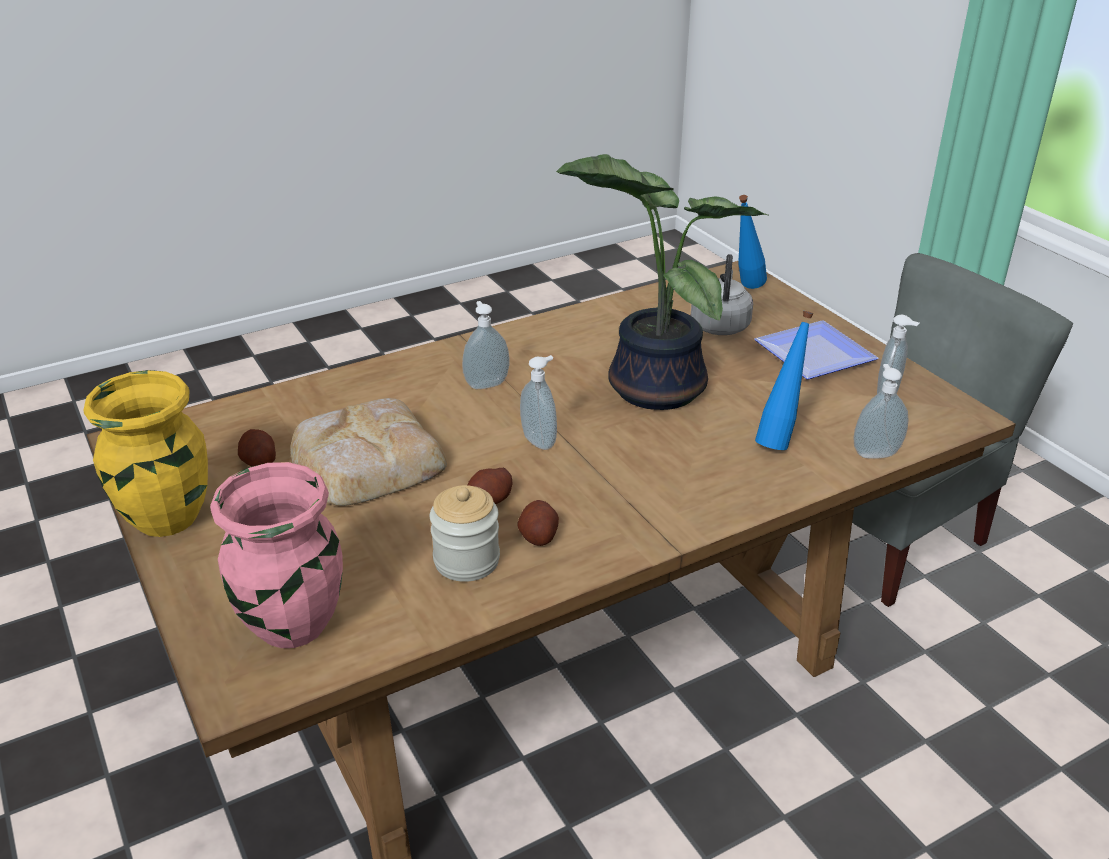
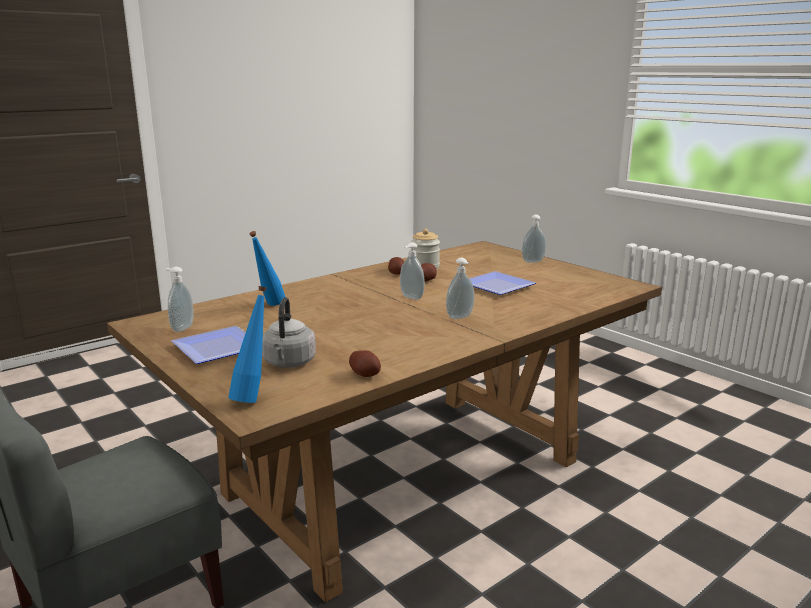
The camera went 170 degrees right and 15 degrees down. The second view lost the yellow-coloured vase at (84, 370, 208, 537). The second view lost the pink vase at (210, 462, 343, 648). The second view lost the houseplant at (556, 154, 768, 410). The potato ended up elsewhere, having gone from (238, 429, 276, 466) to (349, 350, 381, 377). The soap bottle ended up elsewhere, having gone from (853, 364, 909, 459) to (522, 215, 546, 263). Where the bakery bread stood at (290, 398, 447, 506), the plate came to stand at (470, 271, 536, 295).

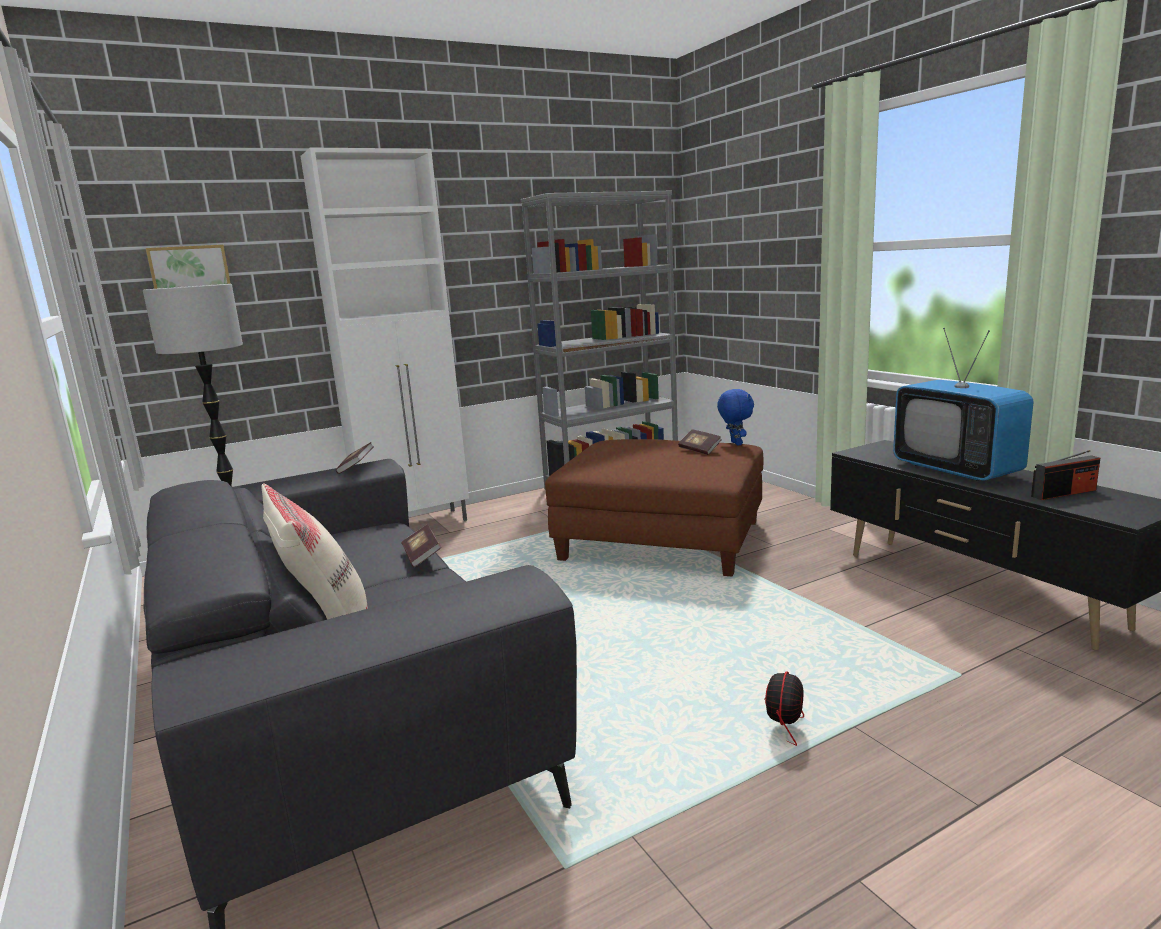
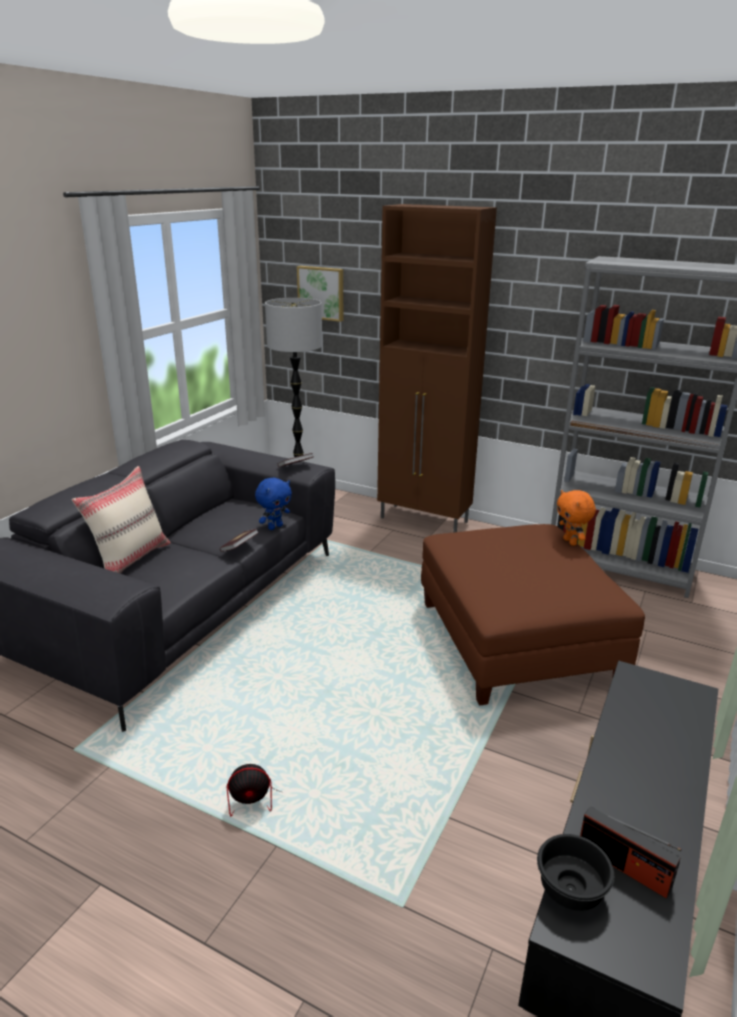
The camera went 55 degrees right and 10 degrees up. The second view lost the volume at (678, 429, 721, 455). The second view lost the television at (893, 328, 1034, 481). The second view gained the black-coloured serving bowl at (537, 834, 614, 911). The second view gained the orangey plush toy at (557, 490, 596, 546). The blue-coloured plush toy ended up elsewhere, having gone from (717, 389, 754, 445) to (255, 477, 292, 530). What was the white cabinet at (301, 148, 469, 521) turned into the brown cabinet at (377, 204, 497, 533).

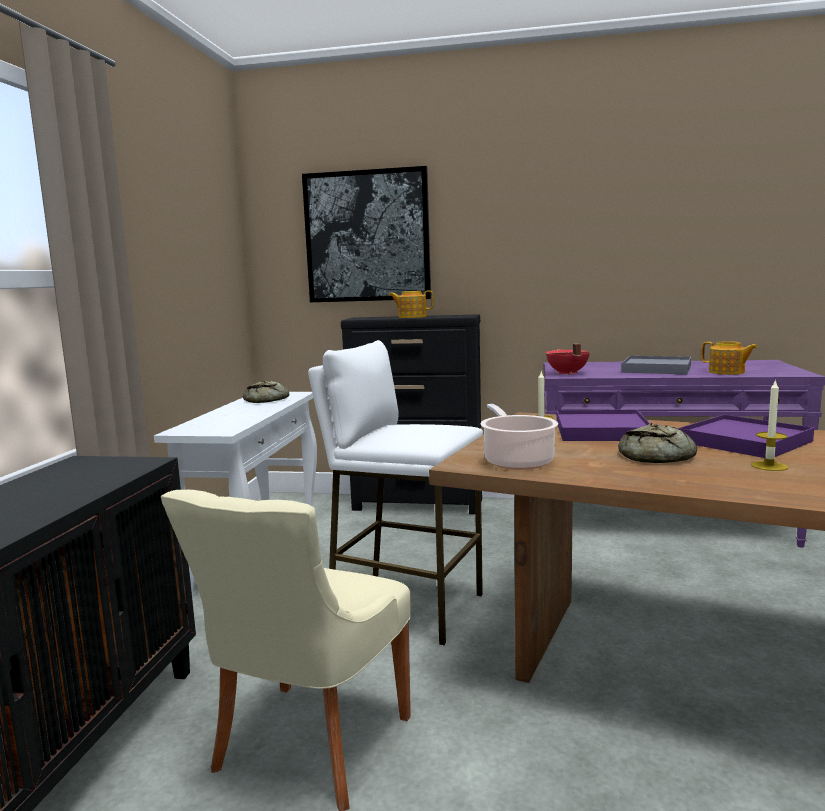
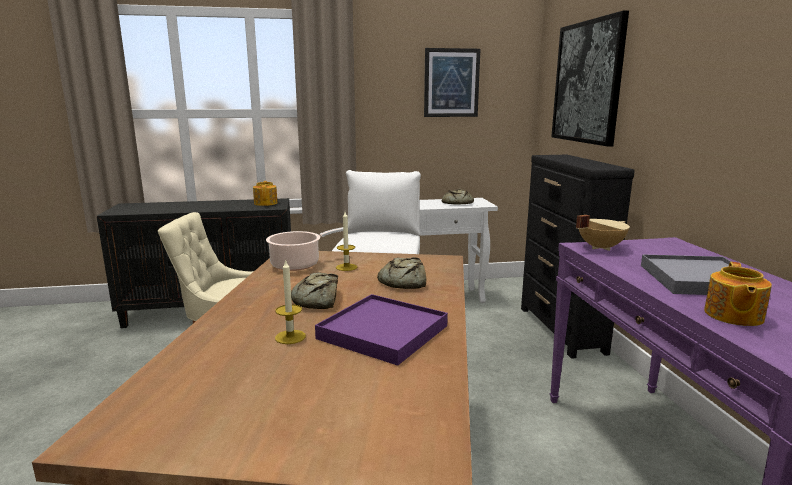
The camera went 70 degrees right and 5 degrees up. The second view gained the wall picture at (424, 48, 480, 117). The tea pot ended up elsewhere, having gone from (389, 291, 434, 318) to (253, 181, 278, 206). Where the purple serving tray stood at (557, 410, 650, 441), the bakery bread came to stand at (377, 257, 426, 289). What was the red-coloured saucepot at (546, 343, 590, 375) turned into the sand-coloured saucepot at (576, 215, 630, 251).

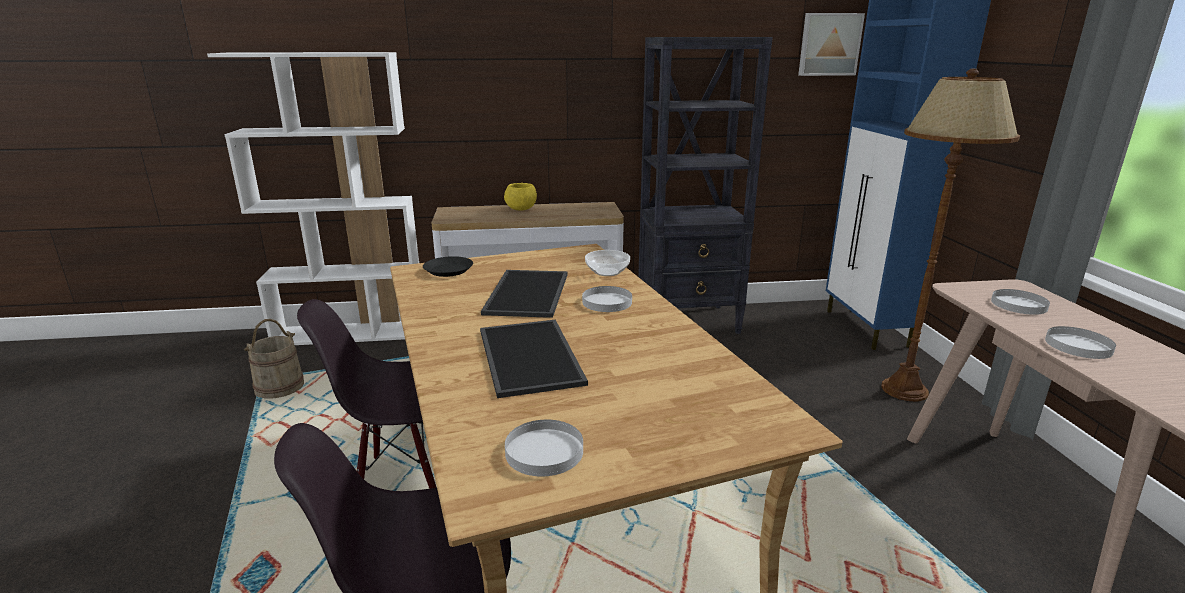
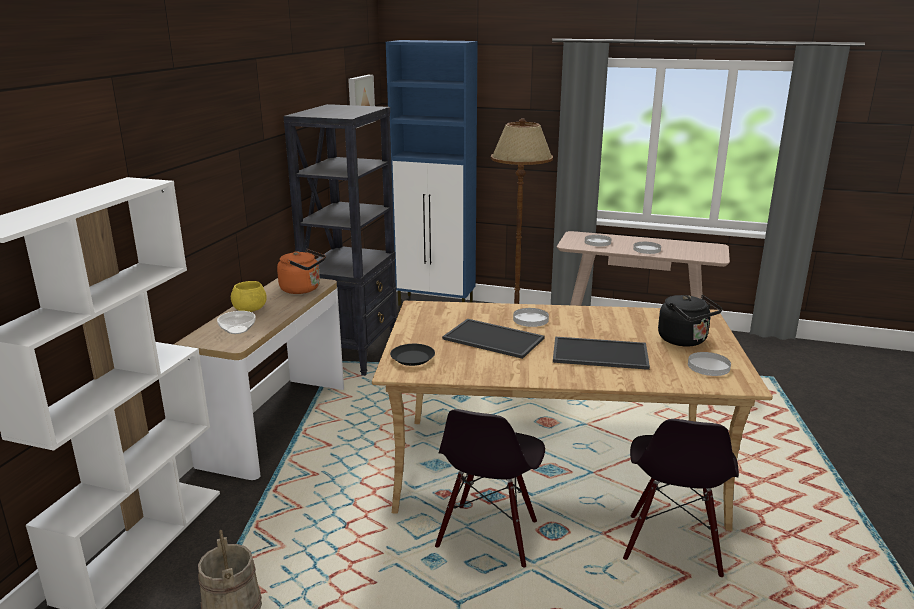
The camera went 65 degrees left and 0 degrees up. The second view gained the orangey kettle at (277, 249, 326, 294). The second view gained the black-coloured kettle at (658, 295, 722, 347). The serving bowl ended up elsewhere, having gone from (585, 250, 630, 276) to (217, 311, 256, 334).

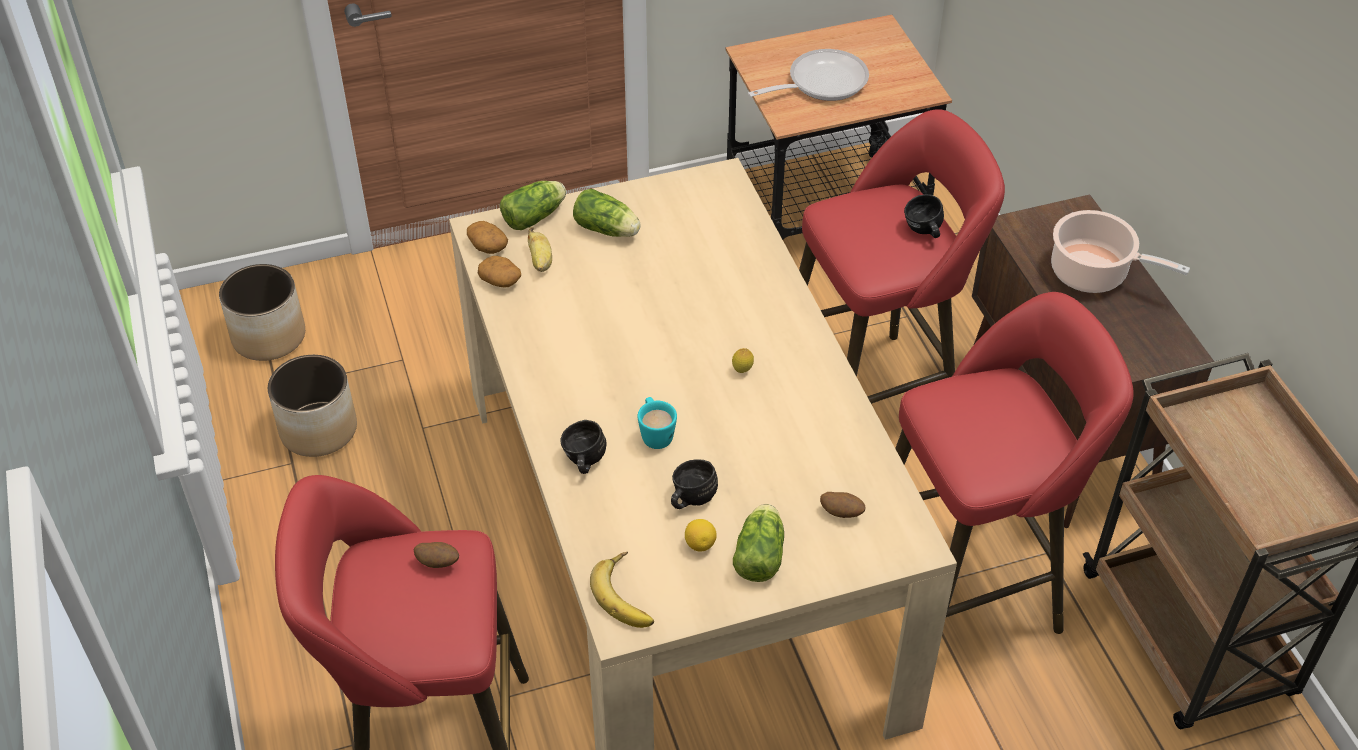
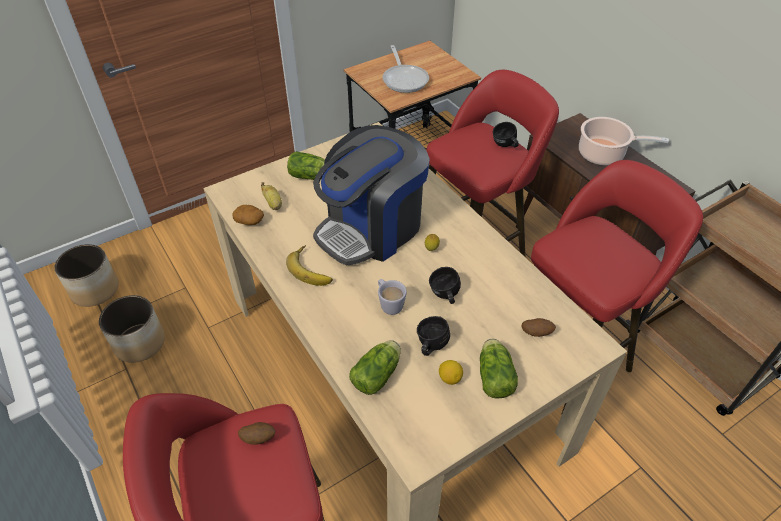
The camera went 15 degrees left and 0 degrees up. The second view lost the potato at (467, 221, 508, 254). The second view gained the coffee brewer at (313, 125, 430, 266). The lettuce head ended up elsewhere, having gone from (500, 181, 566, 230) to (349, 340, 401, 395). The black-coloured tea mug ended up elsewhere, having gone from (560, 420, 607, 474) to (429, 267, 461, 304). The whole banana ended up elsewhere, having gone from (590, 552, 654, 628) to (286, 245, 333, 286). What was the turquoise tea mug at (637, 397, 677, 449) turned into the white tea mug at (378, 279, 407, 315). The skillet at (748, 49, 869, 101) ended up facing another way, 120 degrees clockwise from before.

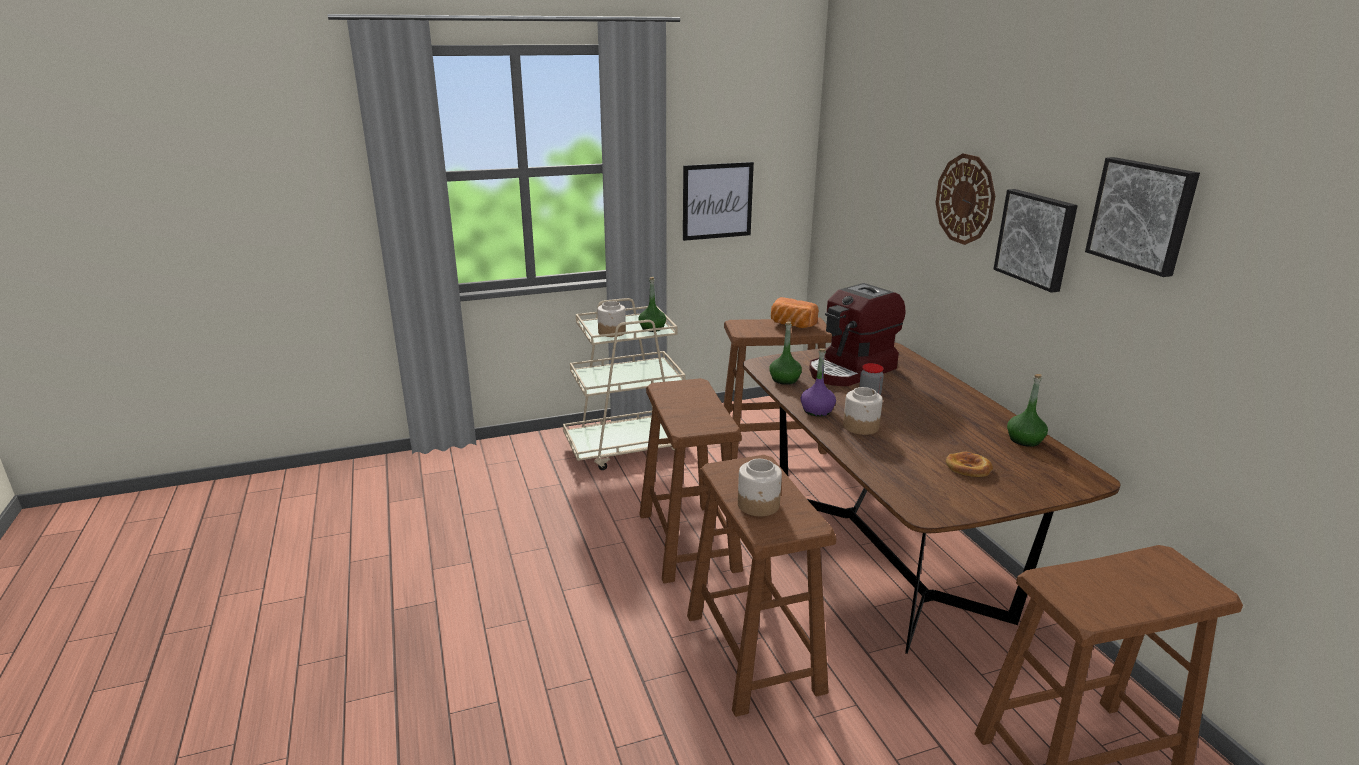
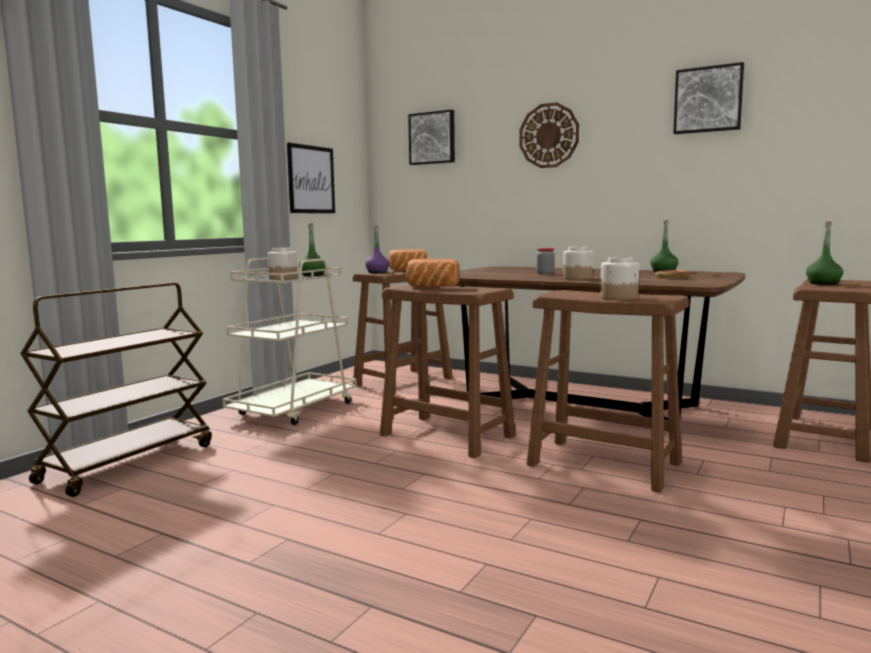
The camera went 40 degrees left and 15 degrees down. The second view lost the coffee brewer at (809, 283, 906, 386). The second view gained the brown trolley at (20, 283, 212, 497). The second view gained the bakery bread at (406, 259, 460, 287). The green bottle ended up elsewhere, having gone from (769, 322, 802, 385) to (806, 221, 843, 285). The purple bottle ended up elsewhere, having gone from (801, 349, 836, 417) to (365, 226, 389, 273). The wall picture ended up elsewhere, having gone from (994, 189, 1078, 293) to (408, 110, 455, 165).

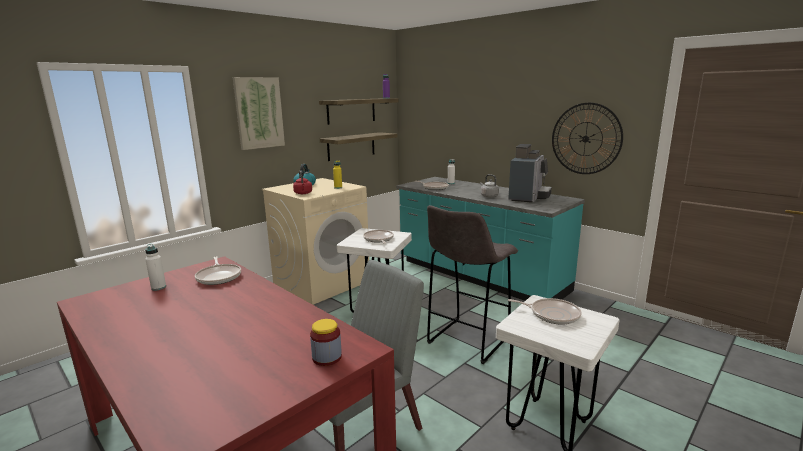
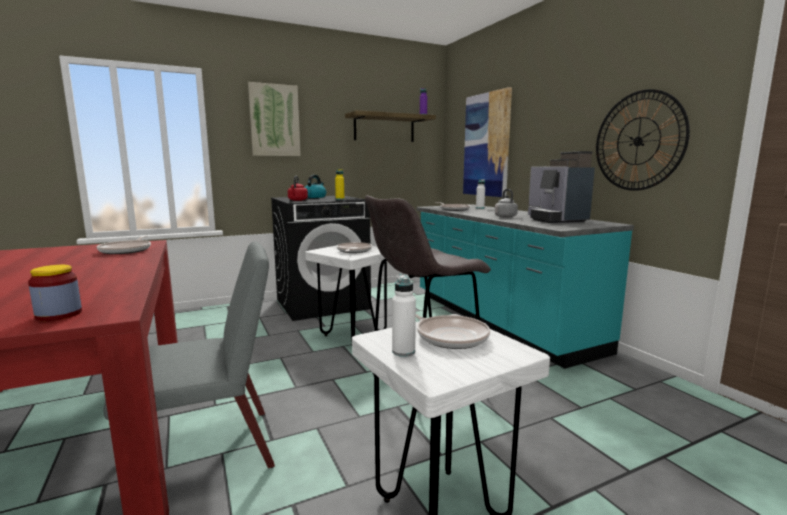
The camera went 20 degrees right and 5 degrees down. The second view lost the bracket shelf at (320, 132, 398, 161). The second view gained the wall picture at (463, 87, 512, 197). The white bottle ended up elsewhere, having gone from (145, 244, 166, 291) to (392, 274, 416, 357). What was the sand-coloured laundry machine at (262, 178, 369, 305) turned into the black-coloured laundry machine at (271, 196, 371, 321). The coffee brewer at (508, 144, 552, 203) ended up facing another way, 120 degrees clockwise from before.

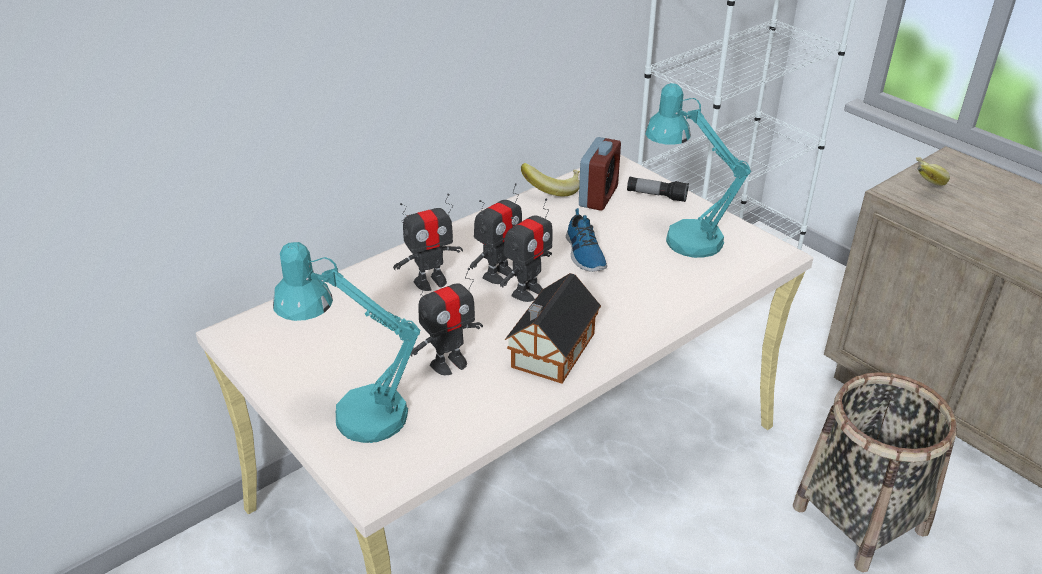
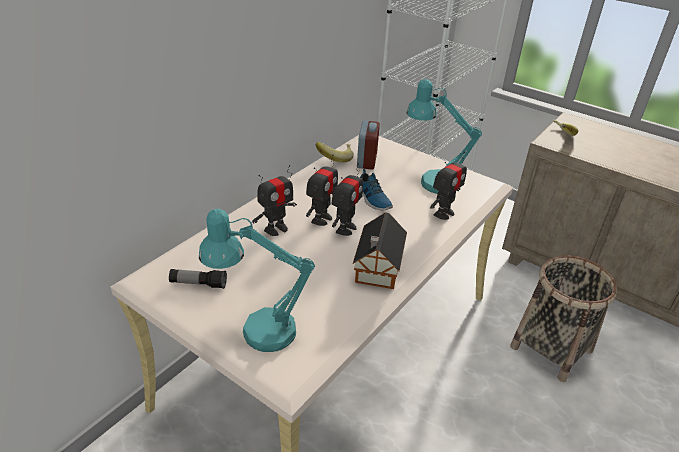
The camera went 15 degrees left and 0 degrees up. The robot figure ended up elsewhere, having gone from (410, 268, 483, 375) to (430, 151, 467, 220). The flashlight ended up elsewhere, having gone from (627, 177, 689, 202) to (169, 269, 227, 289).

